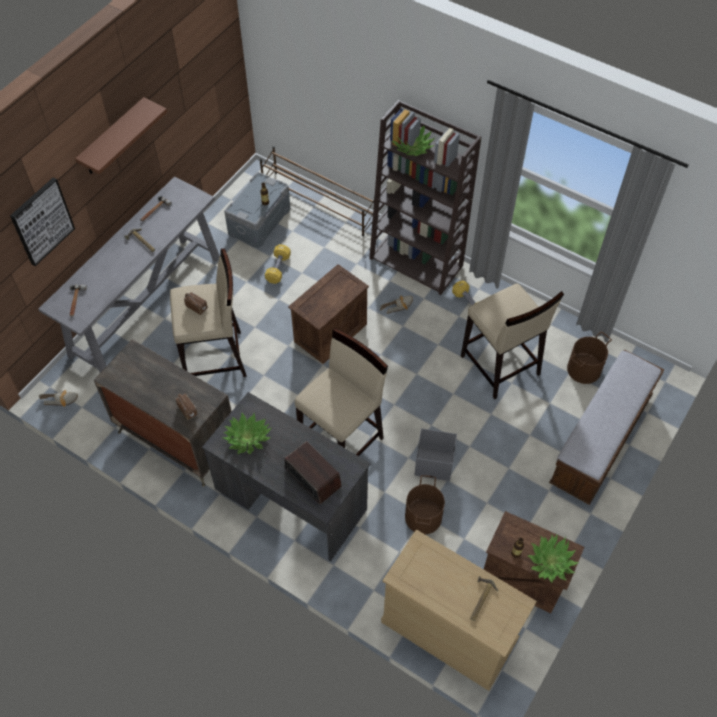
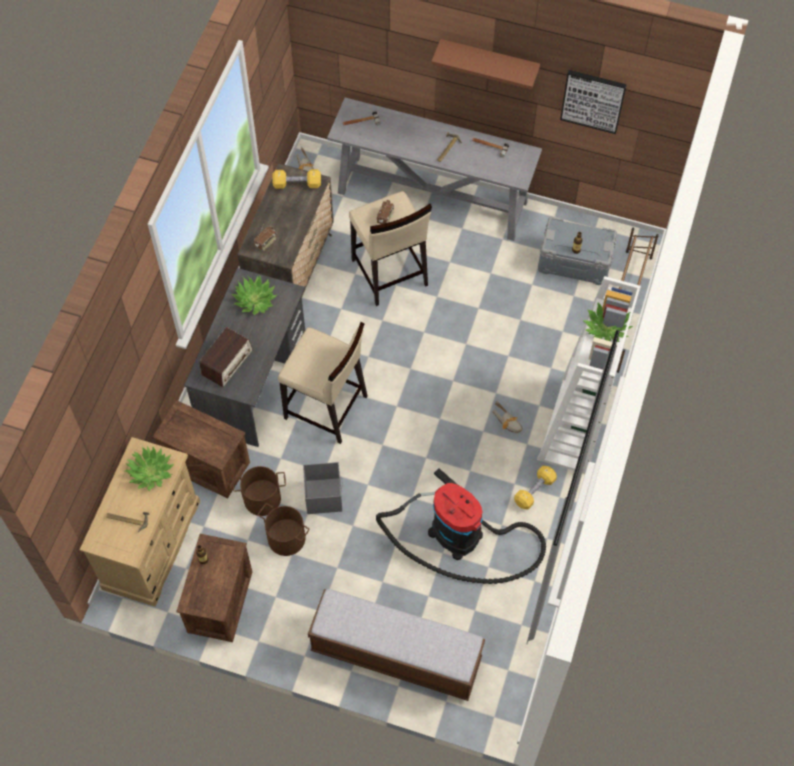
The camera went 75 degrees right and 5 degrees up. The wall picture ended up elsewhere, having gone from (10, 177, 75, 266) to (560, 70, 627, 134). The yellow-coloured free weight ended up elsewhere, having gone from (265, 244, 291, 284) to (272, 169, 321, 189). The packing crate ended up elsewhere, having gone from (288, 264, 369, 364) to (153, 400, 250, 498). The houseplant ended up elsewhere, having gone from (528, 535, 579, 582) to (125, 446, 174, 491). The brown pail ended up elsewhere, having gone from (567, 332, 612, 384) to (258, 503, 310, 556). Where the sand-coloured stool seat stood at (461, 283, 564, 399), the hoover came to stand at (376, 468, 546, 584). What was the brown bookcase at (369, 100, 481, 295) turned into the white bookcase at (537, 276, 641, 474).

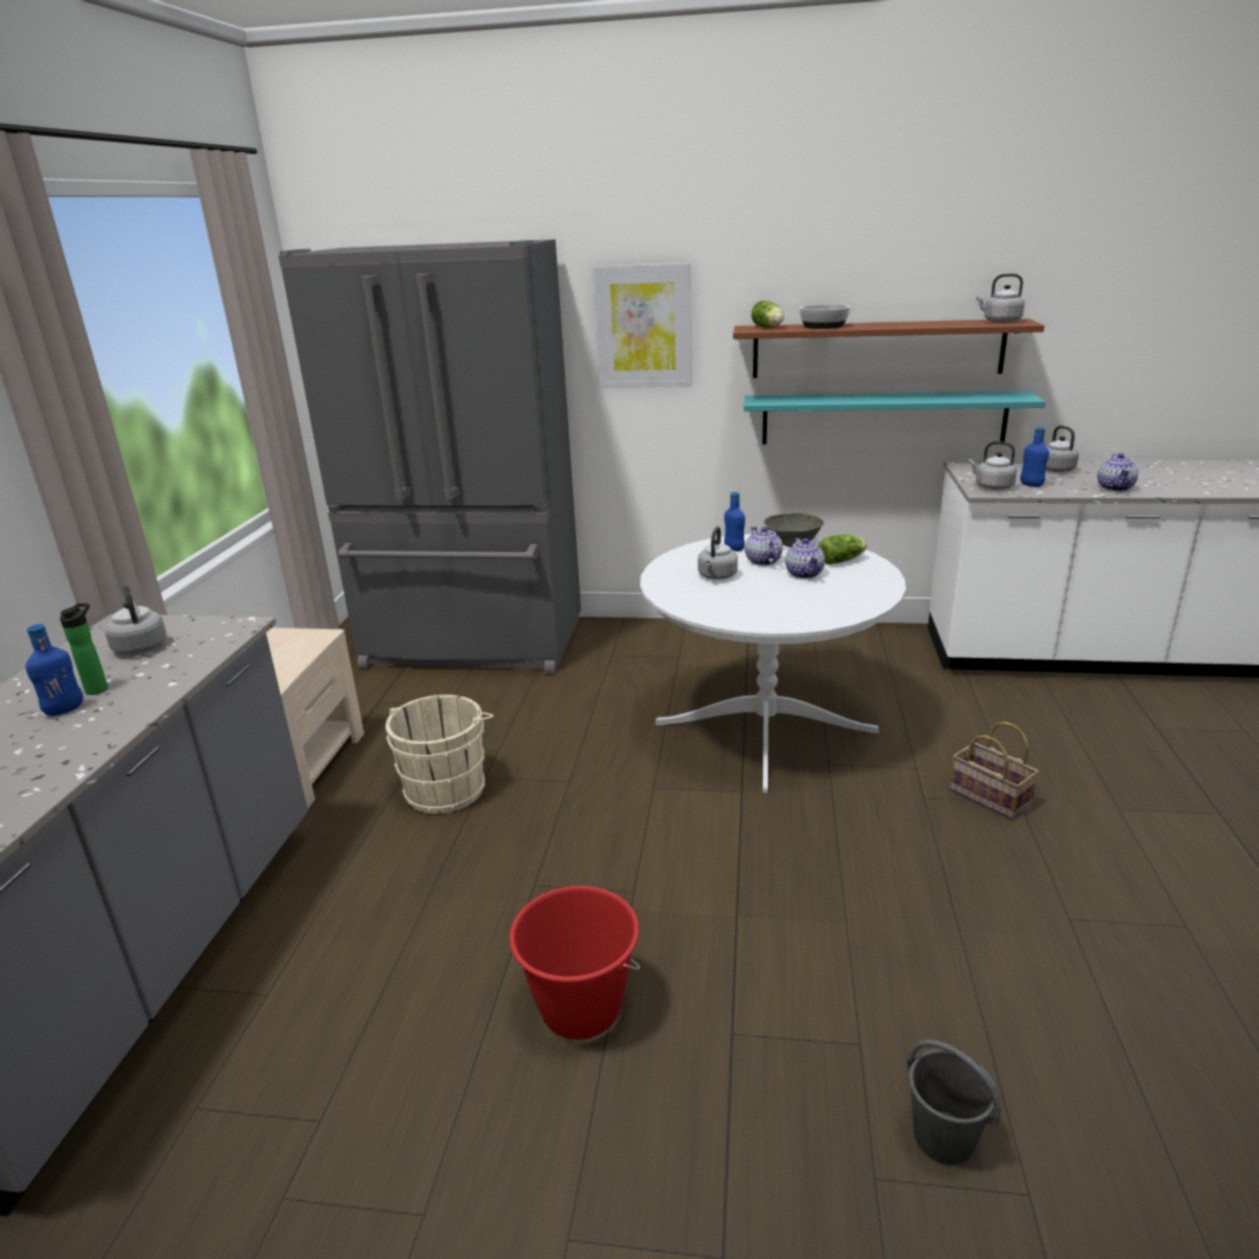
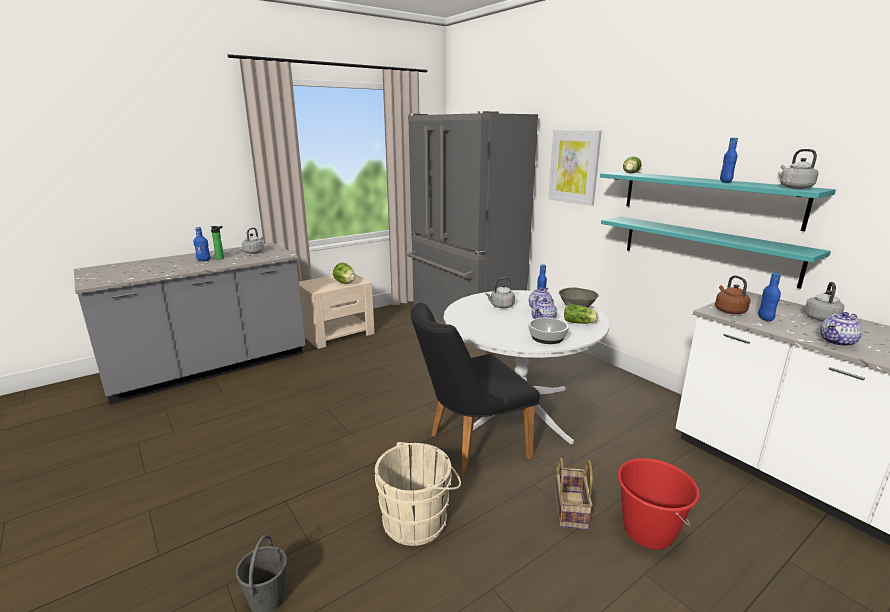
The camera went 45 degrees right and 5 degrees down. The second view gained the lettuce head at (333, 263, 355, 284). The second view gained the black-coloured upright chair at (410, 303, 540, 477). The second view gained the blue-coloured bottle at (720, 138, 738, 183). The sand-coloured pail ended up elsewhere, having gone from (385, 695, 494, 814) to (375, 442, 461, 546). The red-coloured pail ended up elsewhere, having gone from (509, 886, 640, 1040) to (617, 458, 700, 550). The serving bowl ended up elsewhere, having gone from (799, 304, 850, 329) to (528, 318, 569, 344). What was the brown bracket shelf at (733, 319, 1044, 378) turned into the turquoise bracket shelf at (600, 172, 836, 232). What was the greyish kettle at (969, 441, 1017, 490) turned into the brown kettle at (715, 275, 751, 314).

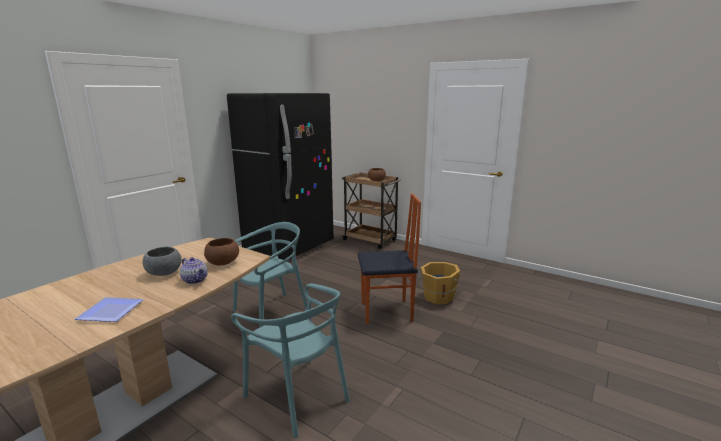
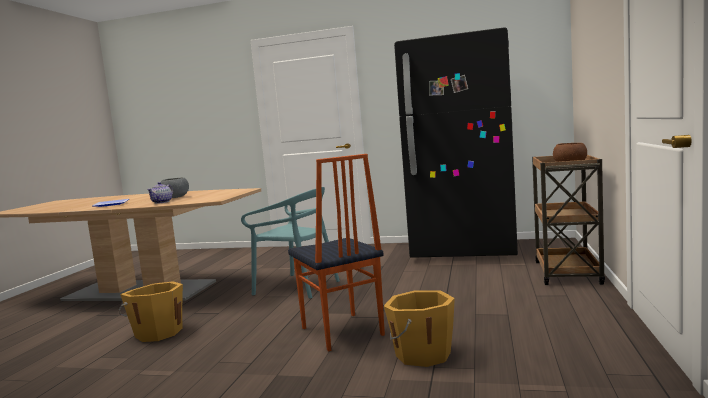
The camera went 70 degrees right and 10 degrees down. The second view lost the brown serving bowl at (204, 238, 239, 265). Where the turquoise upright chair stood at (231, 284, 350, 438), the orangey pail came to stand at (119, 281, 183, 342).

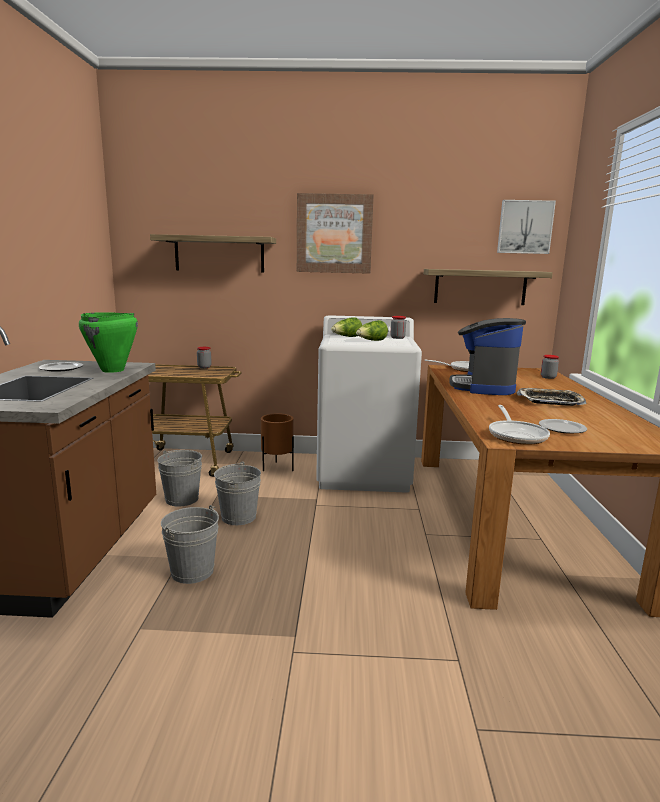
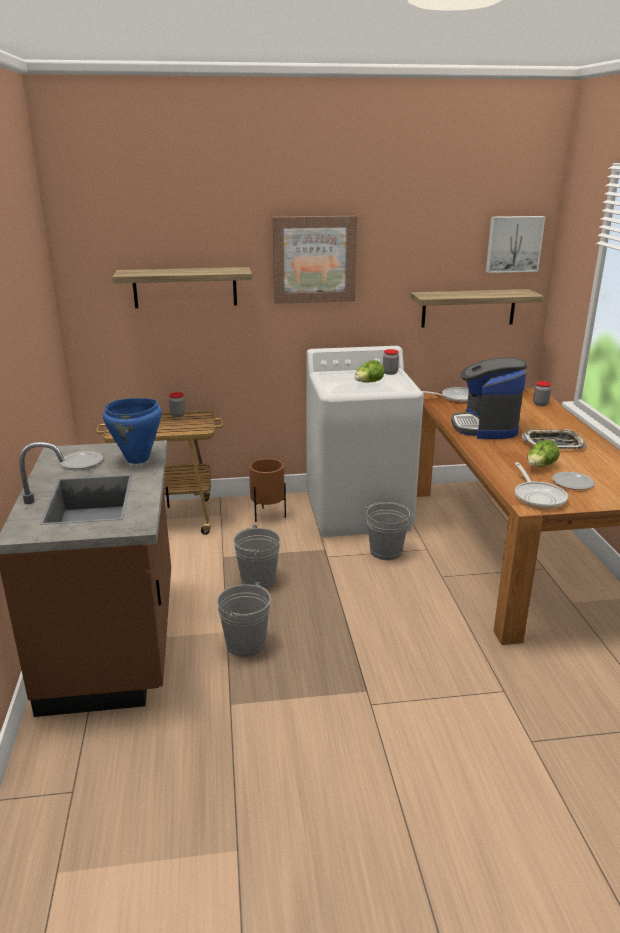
The camera went 10 degrees left and 10 degrees up. The greyish pail ended up elsewhere, having gone from (157, 450, 202, 507) to (365, 502, 413, 560). The lettuce head ended up elsewhere, having gone from (331, 317, 362, 337) to (527, 440, 560, 467). What was the green saucepot at (79, 312, 138, 373) turned into the blue-coloured saucepot at (103, 398, 162, 464).

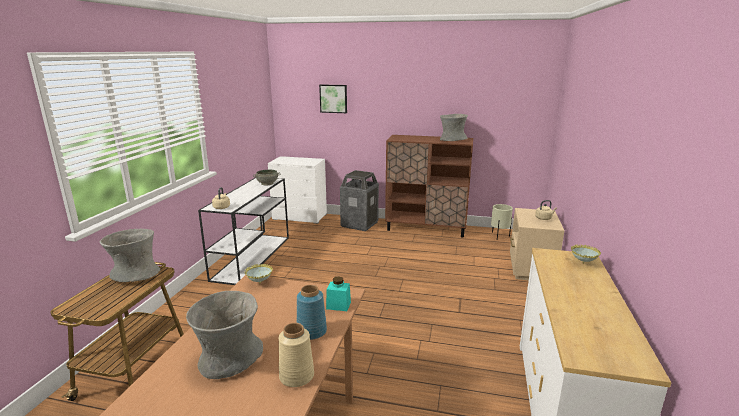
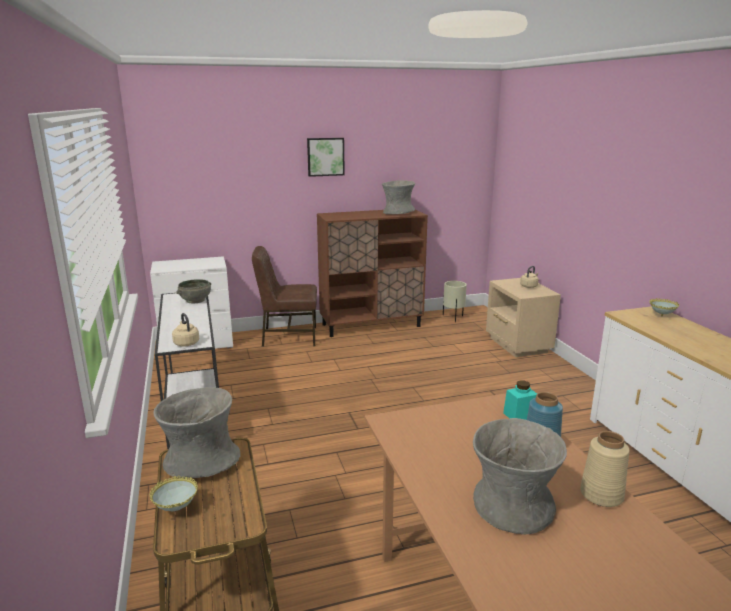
The camera went 30 degrees left and 0 degrees up. The serving bowl ended up elsewhere, having gone from (244, 264, 273, 283) to (149, 476, 198, 511). The wall picture ended up elsewhere, having gone from (319, 84, 347, 113) to (307, 138, 345, 177). Where the rubbish bin stood at (340, 170, 379, 231), the brown upright chair came to stand at (252, 246, 317, 347).

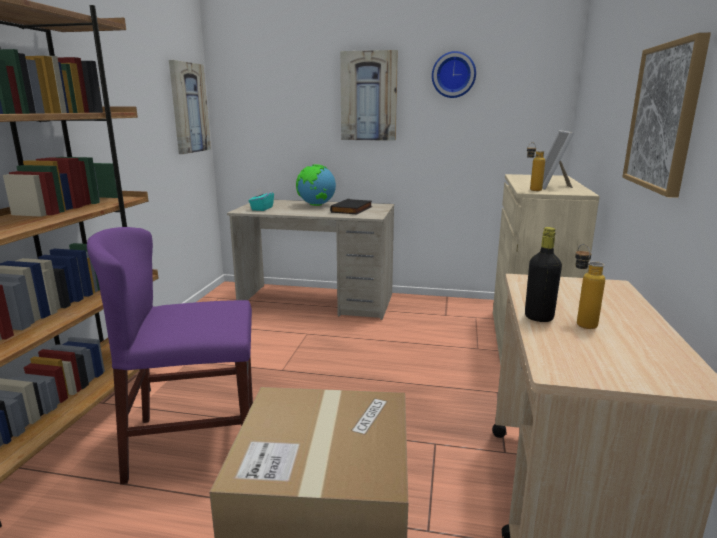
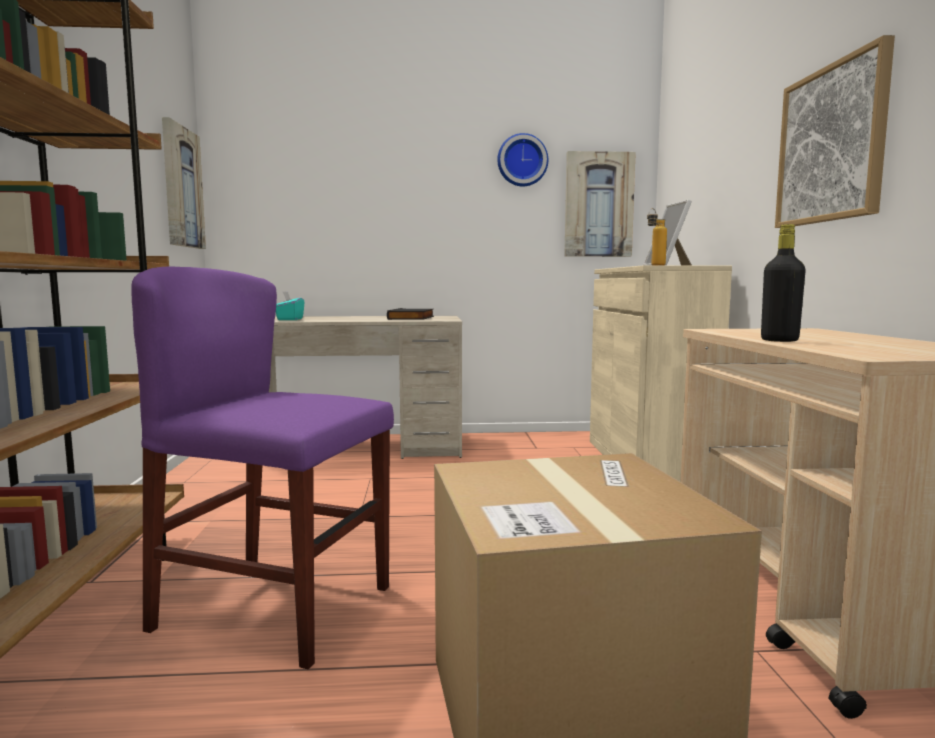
The camera went 15 degrees left and 10 degrees down. The second view lost the globe at (296, 164, 336, 206). The second view lost the bottle at (575, 244, 605, 329). The wall picture ended up elsewhere, having gone from (340, 50, 398, 141) to (564, 151, 636, 257). The purple upright chair at (87, 227, 253, 484) ended up facing another way, 45 degrees clockwise from before.

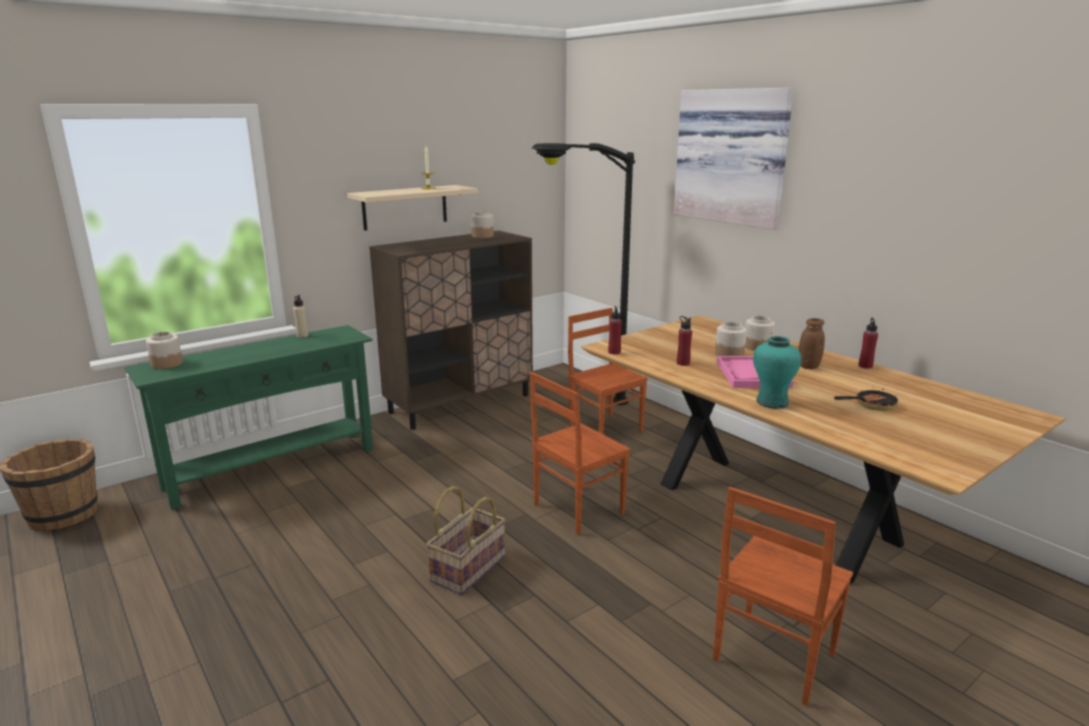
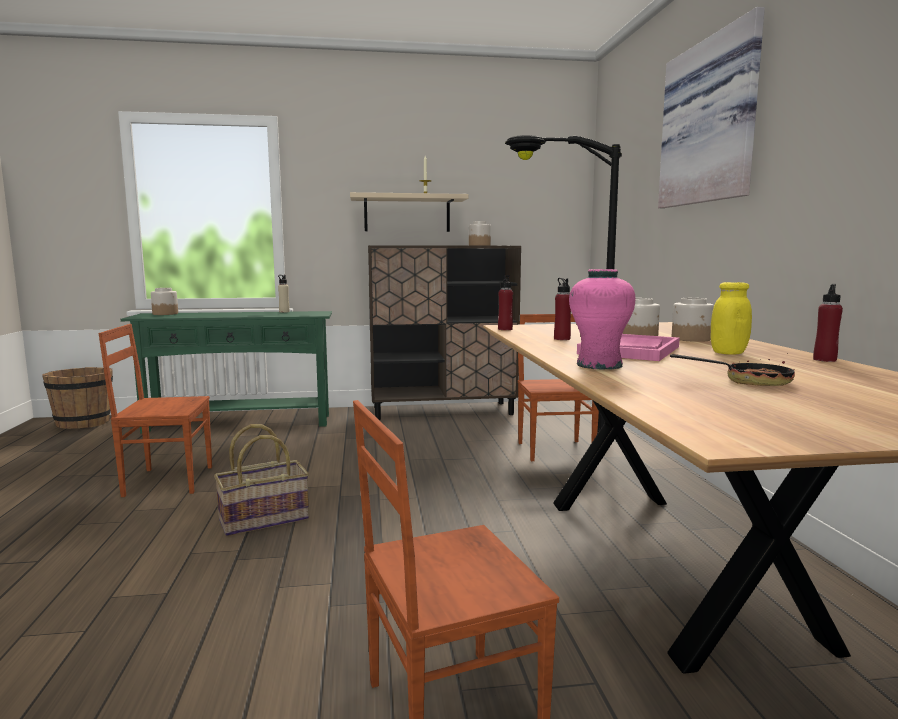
The camera went 30 degrees right and 10 degrees down. The brown upright chair ended up elsewhere, having gone from (530, 372, 630, 535) to (98, 324, 212, 497). What was the turquoise vase at (753, 336, 801, 409) turned into the pink vase at (569, 269, 635, 370). What was the brown preserve jar at (799, 318, 825, 369) turned into the yellow-coloured preserve jar at (710, 282, 752, 355).

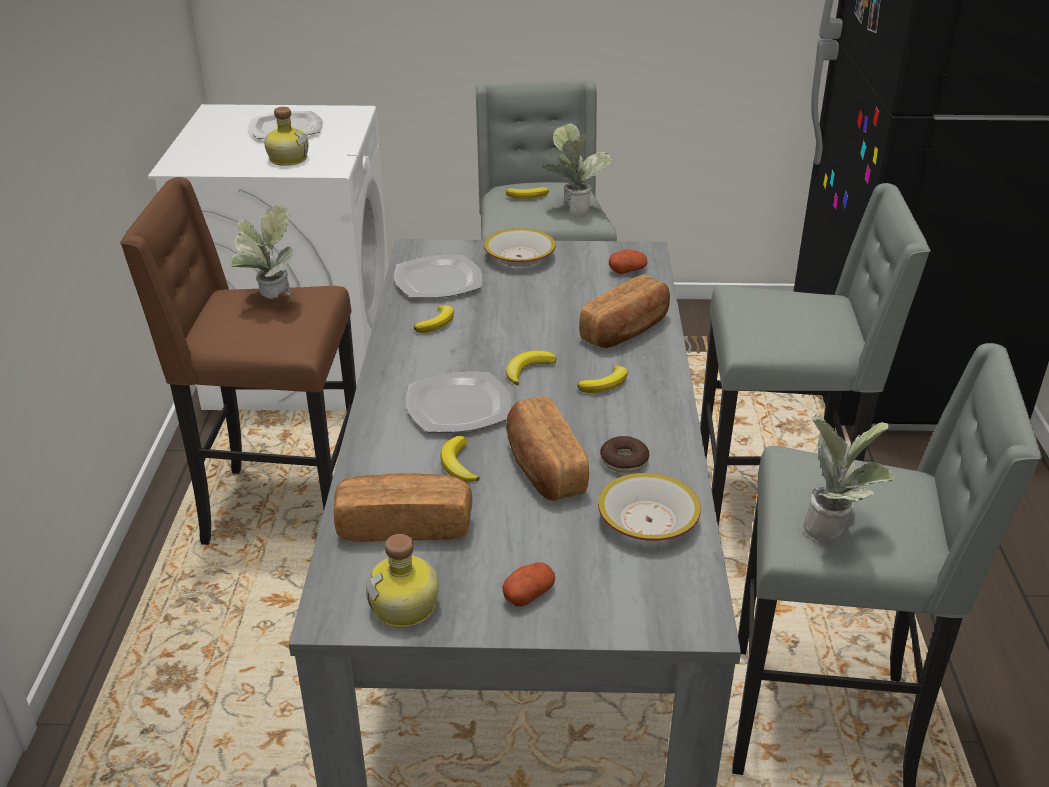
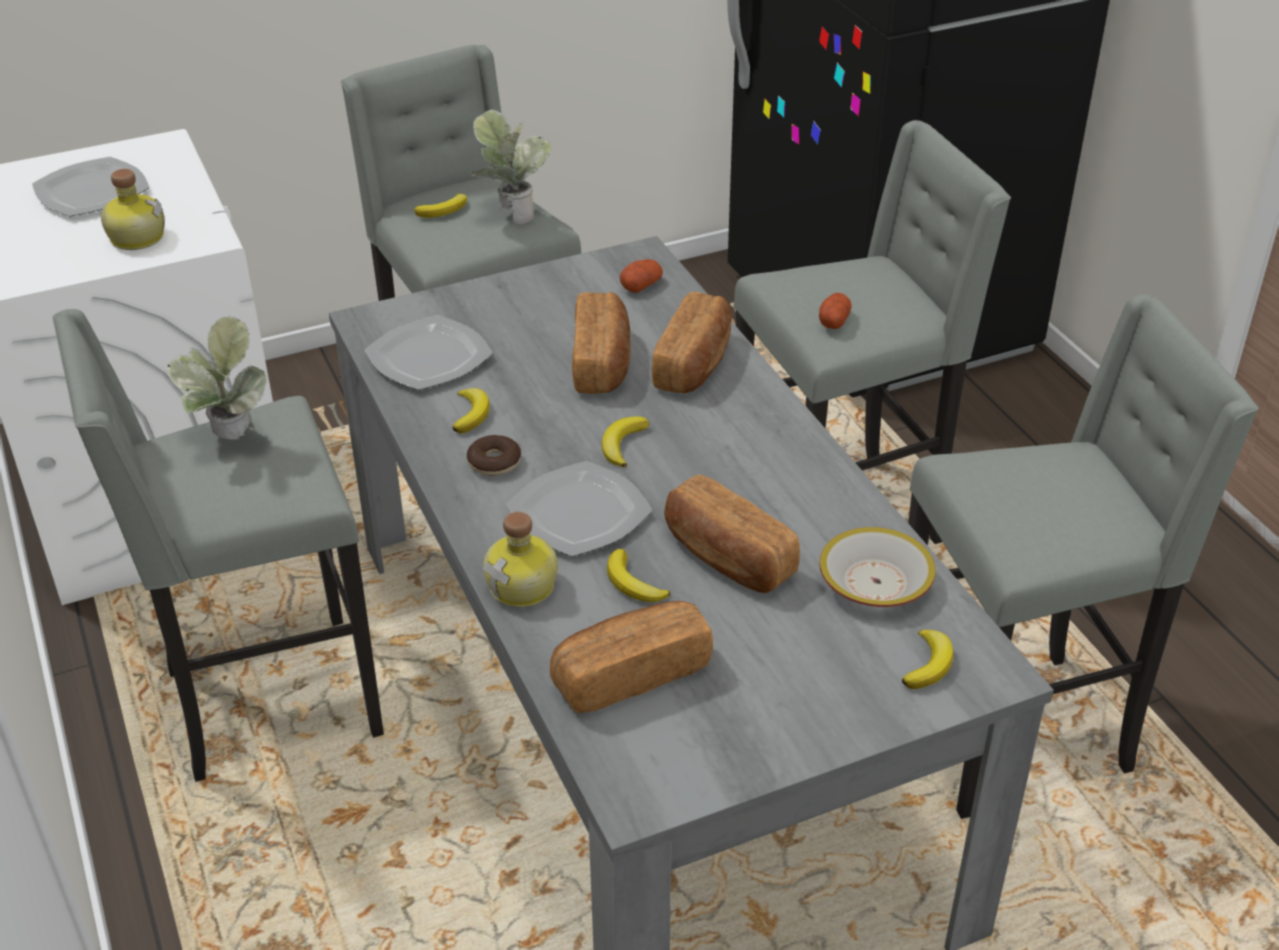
The camera went 25 degrees left and 5 degrees up. The second view lost the serving bowl at (484, 228, 556, 267). The second view lost the houseplant at (804, 414, 895, 541). The second view gained the bakery bread at (572, 292, 631, 394). The bottle ended up elsewhere, having gone from (366, 534, 439, 628) to (483, 512, 558, 607). The potato ended up elsewhere, having gone from (502, 562, 555, 606) to (819, 293, 852, 329). The whole banana ended up elsewhere, having gone from (577, 365, 627, 393) to (902, 630, 953, 689). The doughnut ended up elsewhere, having gone from (600, 436, 649, 473) to (467, 435, 521, 476). What was the brown stool seat at (120, 177, 356, 545) turned into the greyish stool seat at (53, 309, 384, 782).

